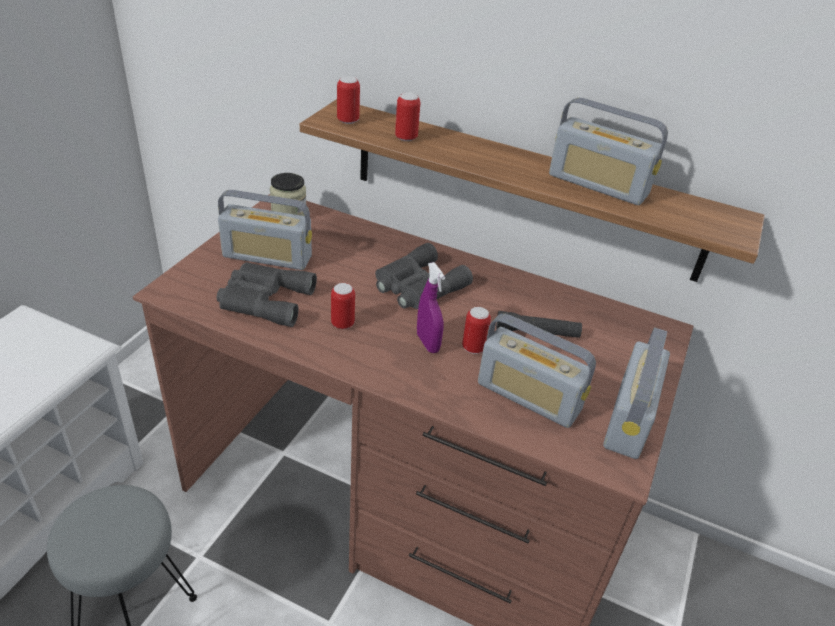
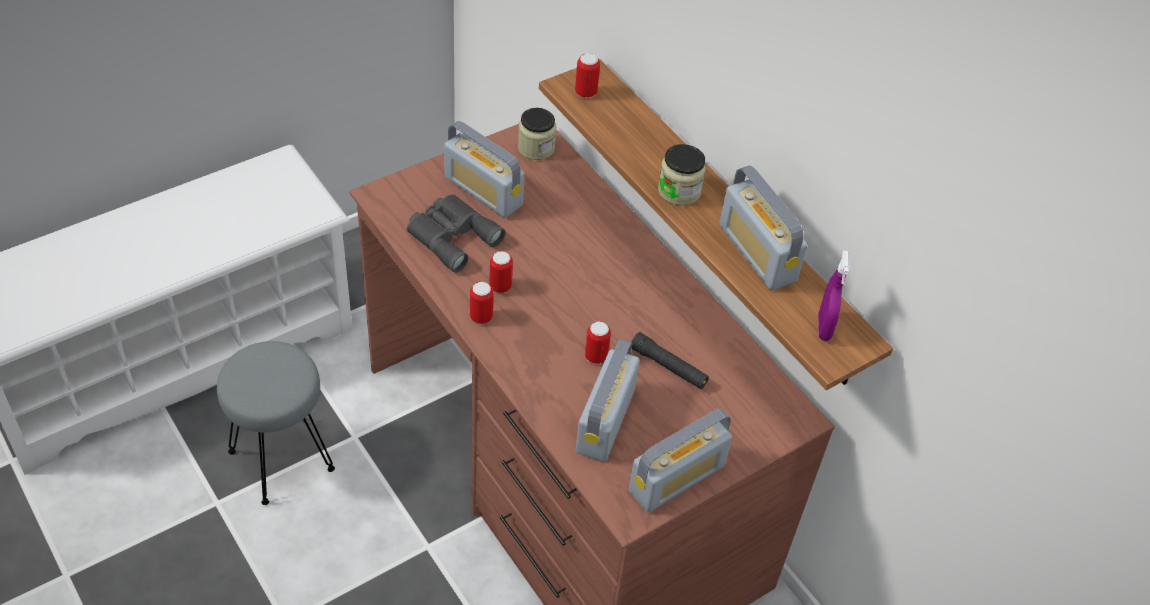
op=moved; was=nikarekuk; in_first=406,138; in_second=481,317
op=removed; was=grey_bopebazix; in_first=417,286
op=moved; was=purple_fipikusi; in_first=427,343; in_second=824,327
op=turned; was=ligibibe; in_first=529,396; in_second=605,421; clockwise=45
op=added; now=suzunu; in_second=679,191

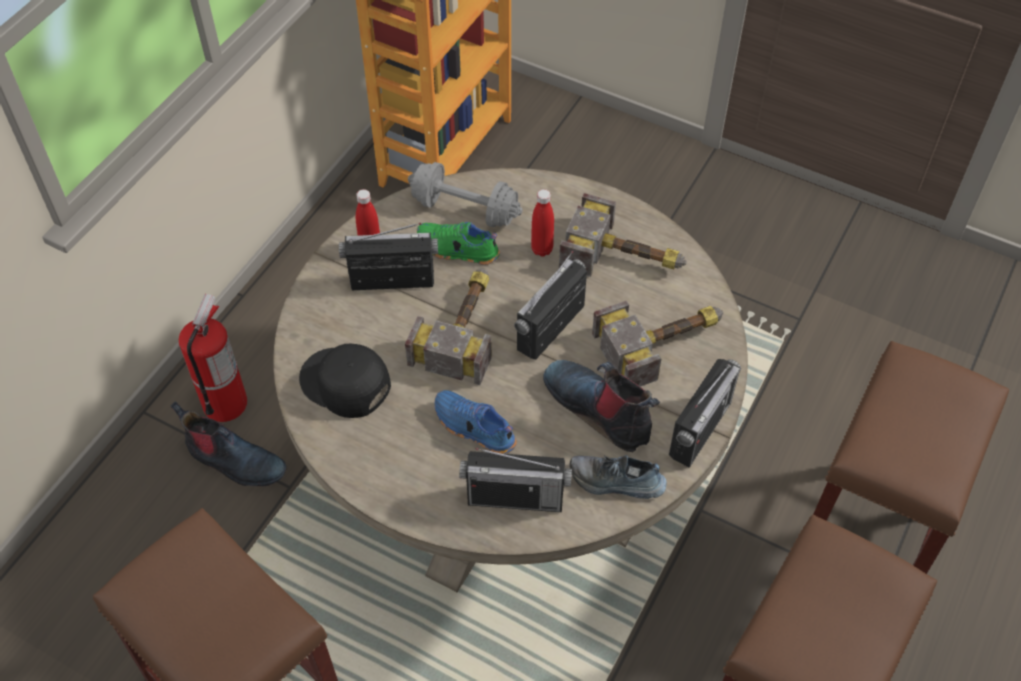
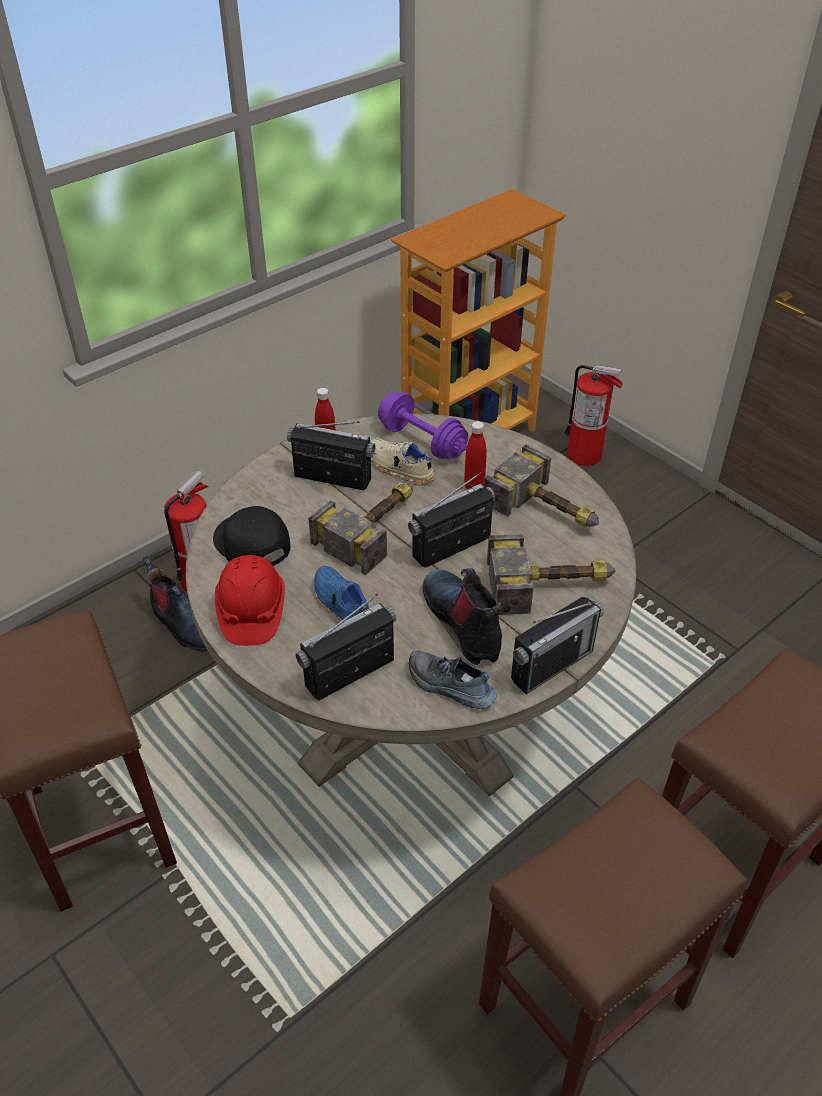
op=recoloured; was=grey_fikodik; now=purple_fikodik; in_first=465,209; in_second=422,441
op=recoloured; was=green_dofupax; now=beige_dofupax; in_first=457,250; in_second=399,469
op=turned; was=ligibibe; in_first=515,498; in_second=350,673; clockwise=120
op=added; now=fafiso; in_second=585,455
op=added; now=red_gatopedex; in_second=251,612

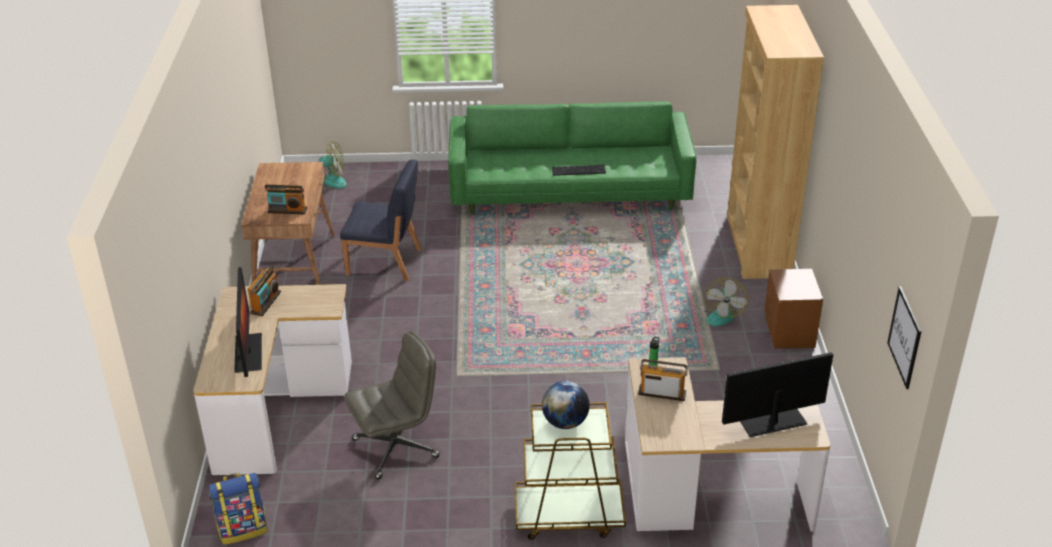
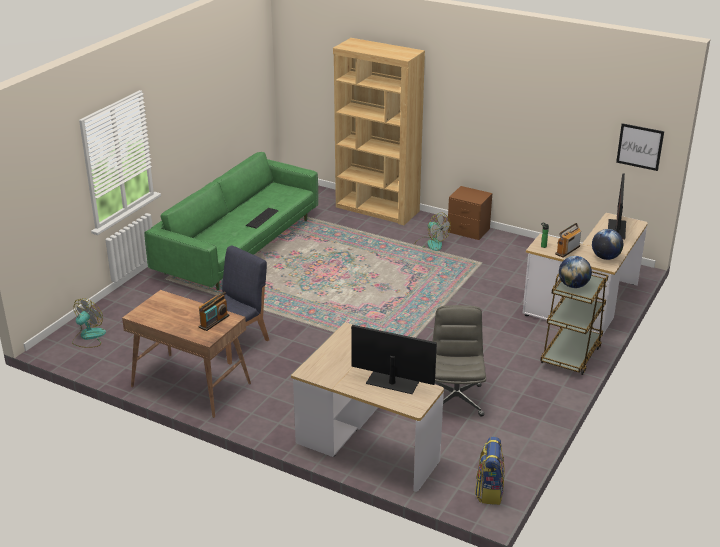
op=removed; was=ligibibe; in_first=266,303
op=added; now=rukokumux; in_second=605,257

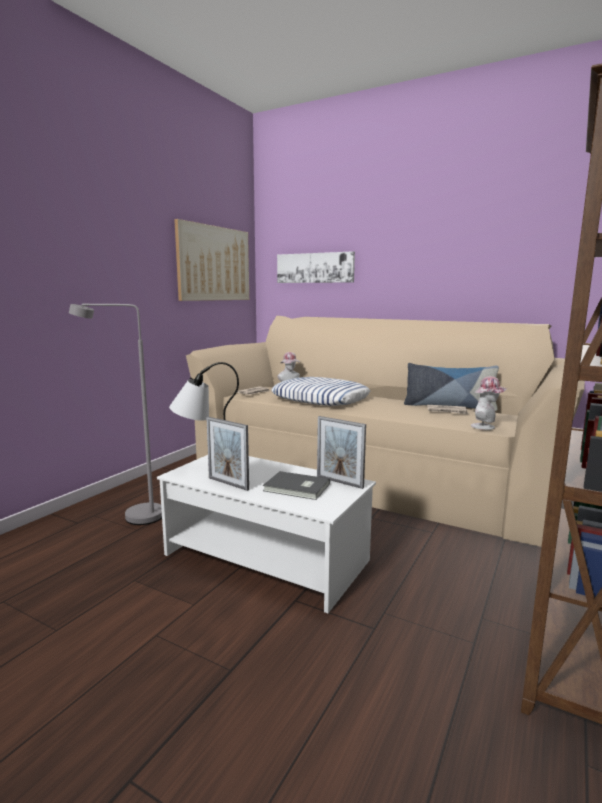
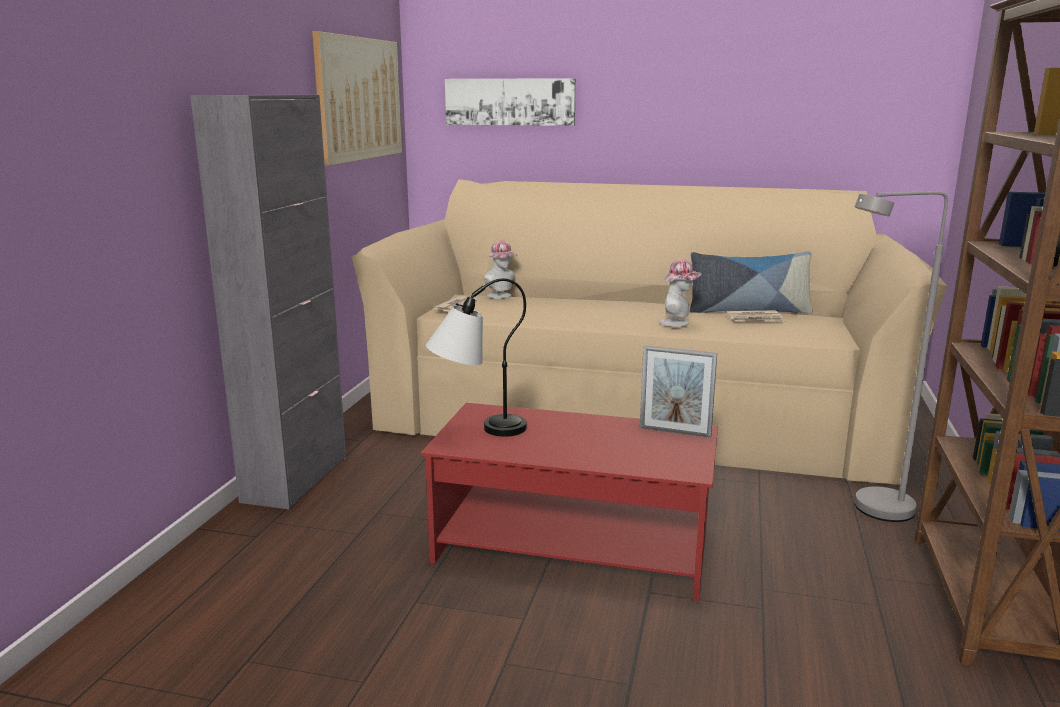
op=moved; was=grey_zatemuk; in_first=133,517; in_second=872,511
op=moved; was=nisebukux; in_first=486,427; in_second=678,323
op=removed; was=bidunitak; in_first=320,399
op=removed; was=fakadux; in_first=228,483
op=recoloured; was=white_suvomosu; now=red_suvomosu; in_first=267,558; in_second=574,545
op=removed; was=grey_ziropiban; in_first=297,488
op=added; now=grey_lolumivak; in_second=296,479

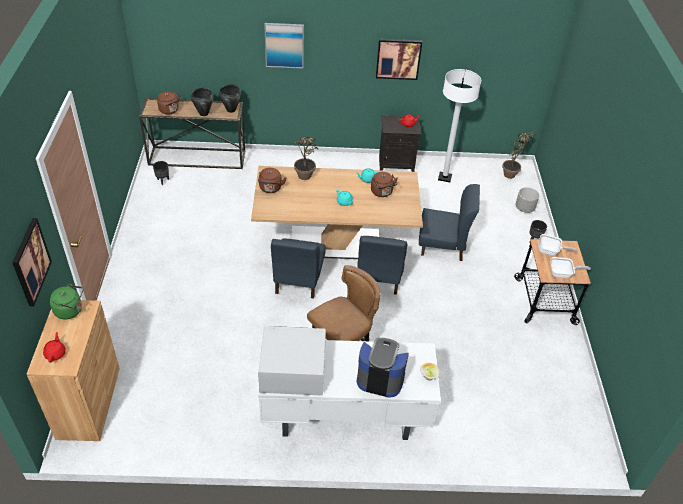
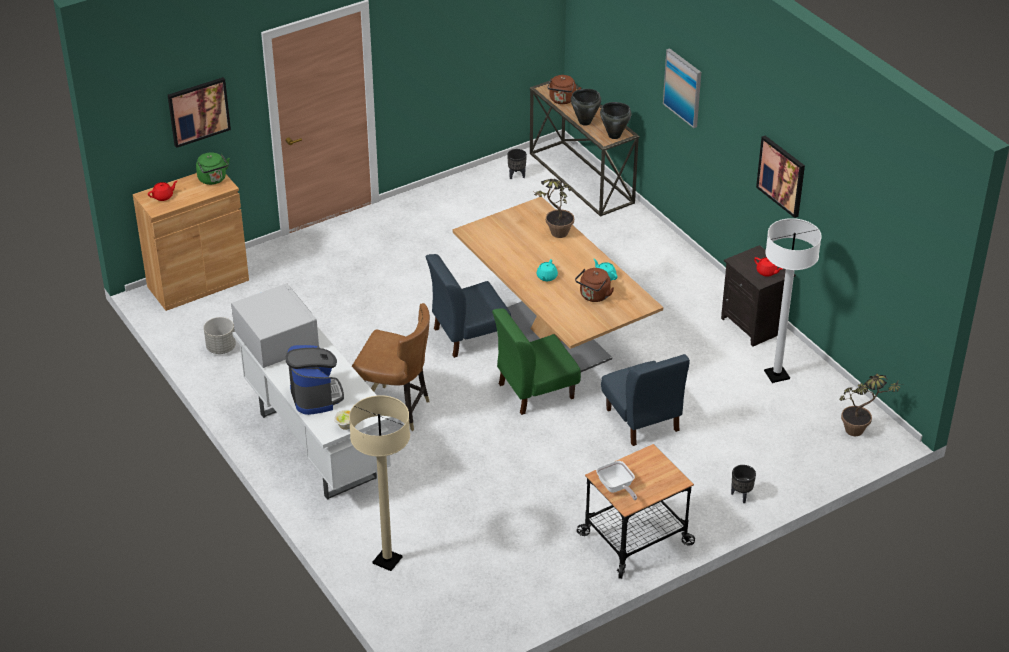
op=removed; was=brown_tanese; in_first=270,189
op=moved; was=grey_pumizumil; in_first=524,208; in_second=221,348
op=removed; was=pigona; in_first=550,252
op=recoloured; was=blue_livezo; now=green_livezo; in_first=379,277; in_second=535,390
op=added; now=beige_zatemuk; in_second=387,560

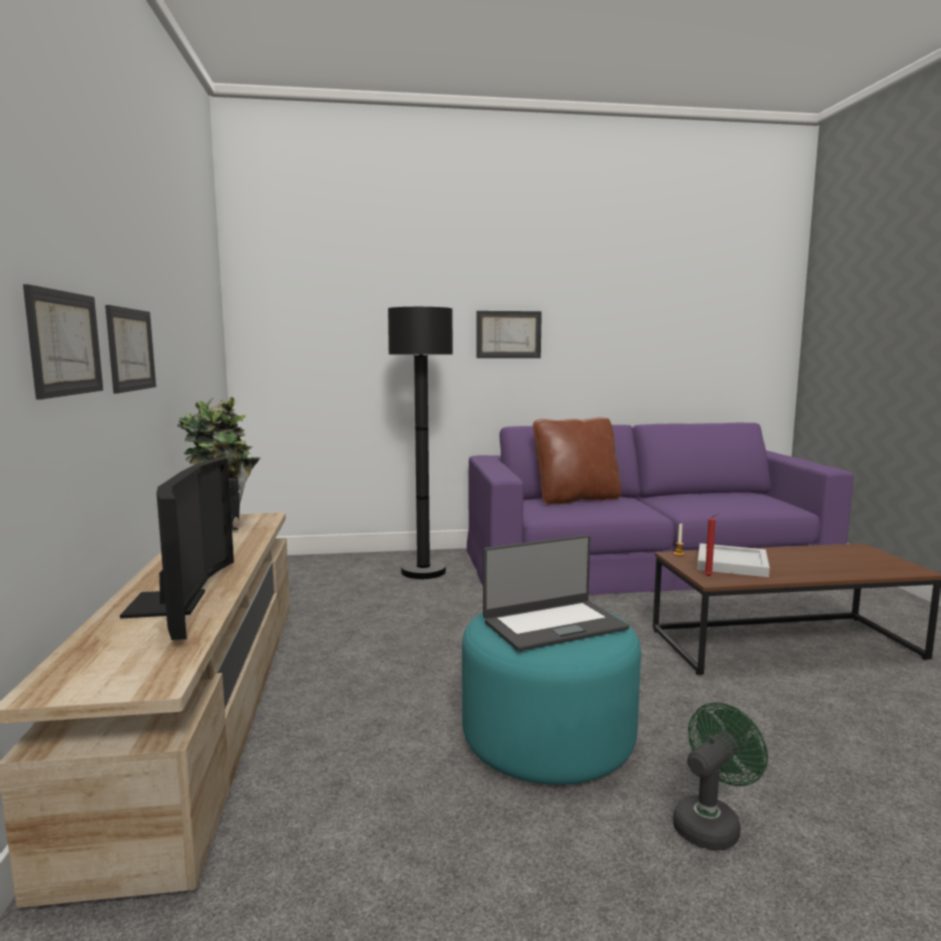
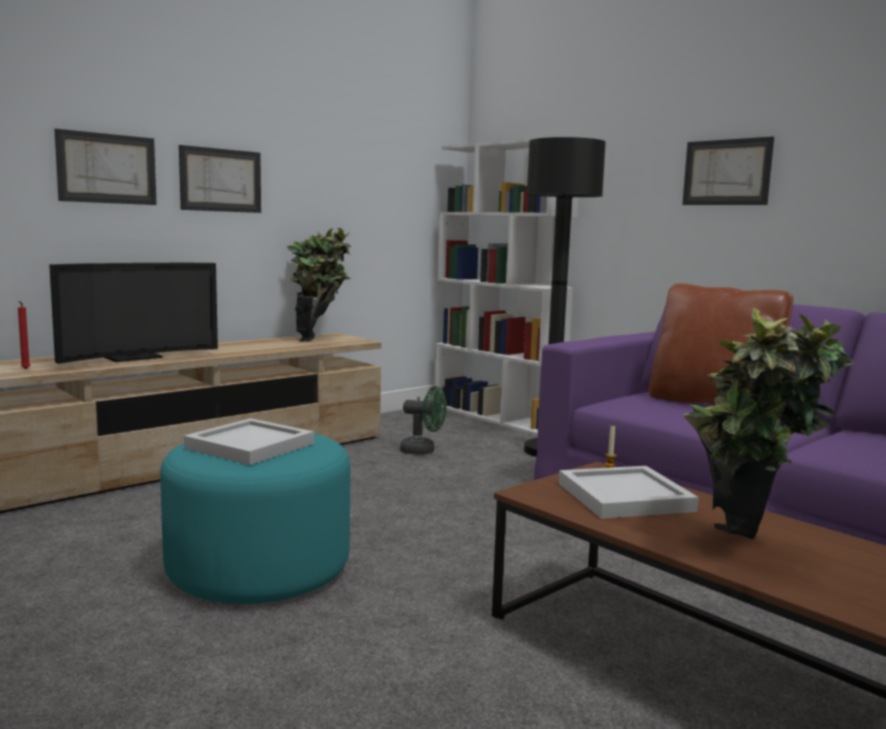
op=moved; was=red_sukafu; in_first=709,576; in_second=25,369
op=replaced; was=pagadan; now=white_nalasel; in_first=553,625; in_second=252,446
op=moved; was=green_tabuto; in_first=711,823; in_second=423,451
op=added; now=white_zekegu; in_second=497,417
op=added; now=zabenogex; in_second=747,551

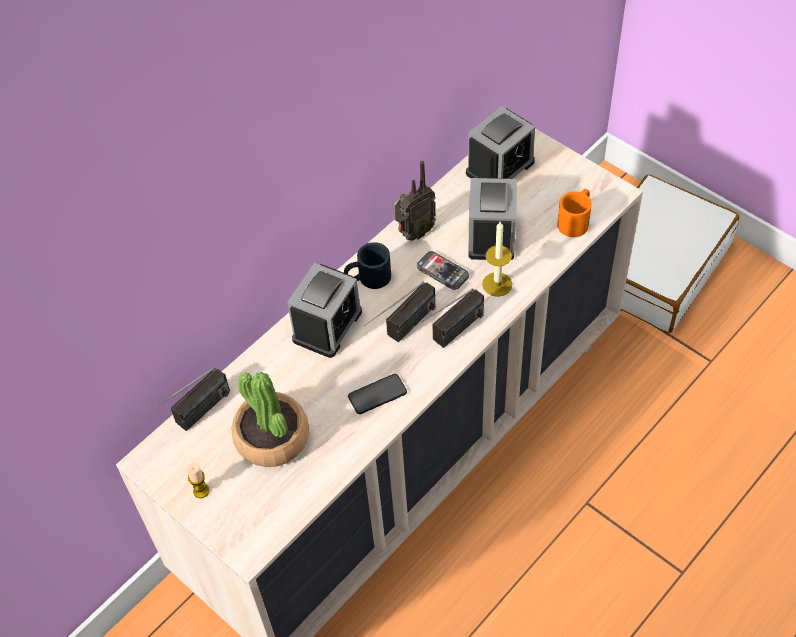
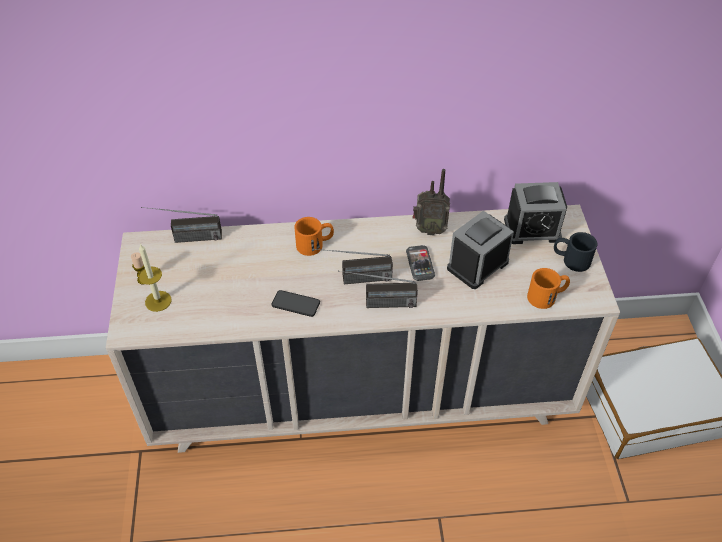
op=moved; was=sukafu; in_first=497,284; in_second=158,301
op=moved; was=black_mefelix; in_first=368,278; in_second=570,259
op=replaced; was=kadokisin; now=orange_mefelix; in_first=327,326; in_second=315,244
op=removed; was=zabenogex; in_first=272,438

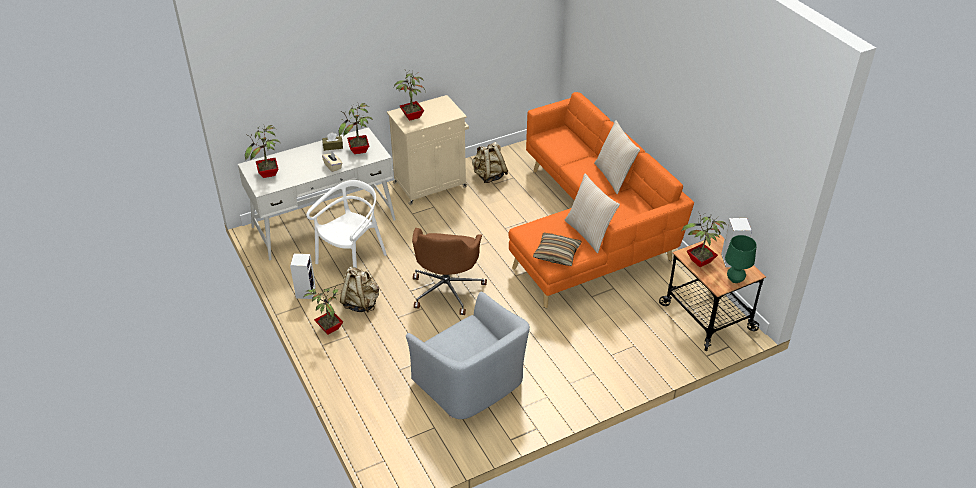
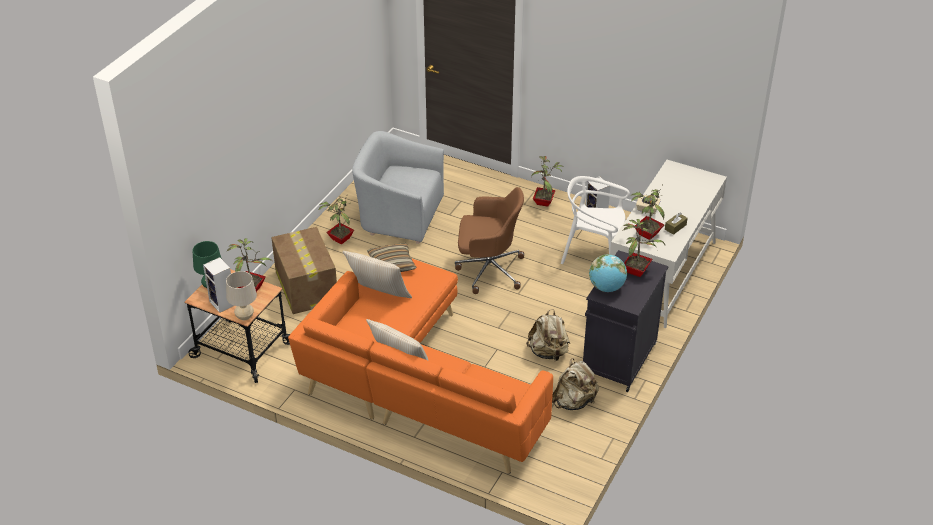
op=recoloured; was=beige_lolumivak; now=black_lolumivak; in_first=431,185; in_second=618,361
op=moved; was=zabenogex; in_first=268,174; in_second=340,239
op=turned; was=white_livezo; in_first=352,261; in_second=593,255; clockwise=105
op=turned; was=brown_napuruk; in_first=447,289; in_second=488,269; clockwise=120
op=moved; was=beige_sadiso; in_first=361,303; in_second=548,352
op=added; now=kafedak; in_second=306,286
op=added; now=rukokumux; in_second=606,287
op=added; now=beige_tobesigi; in_second=244,317

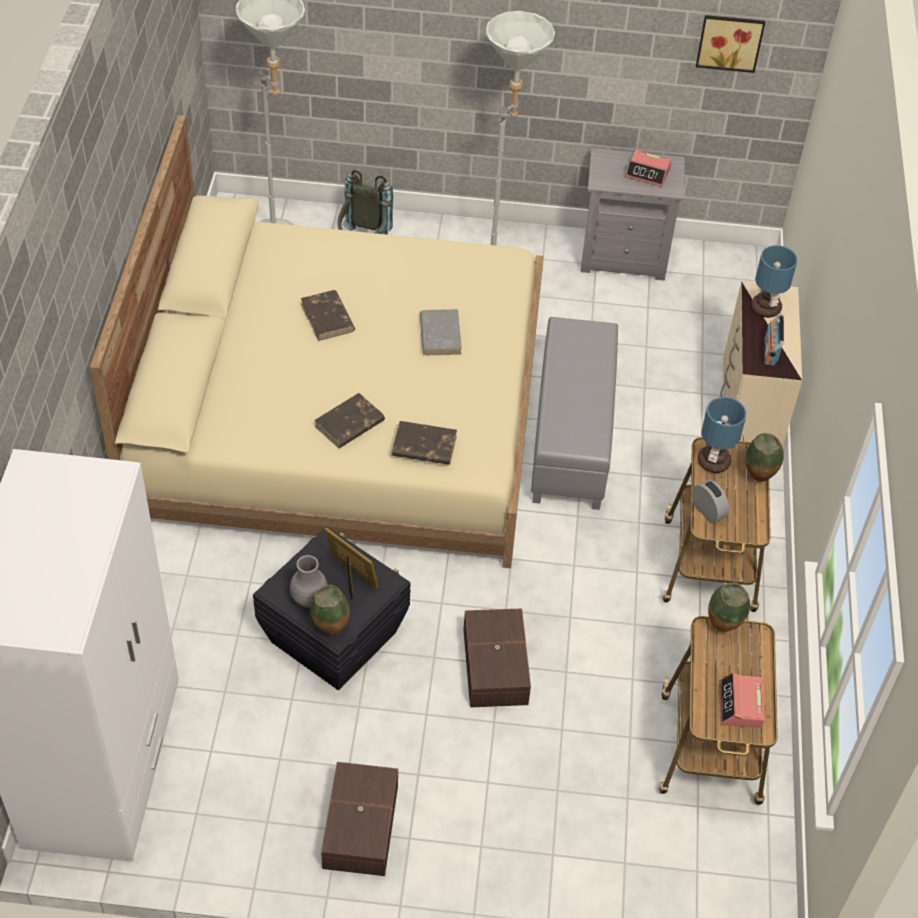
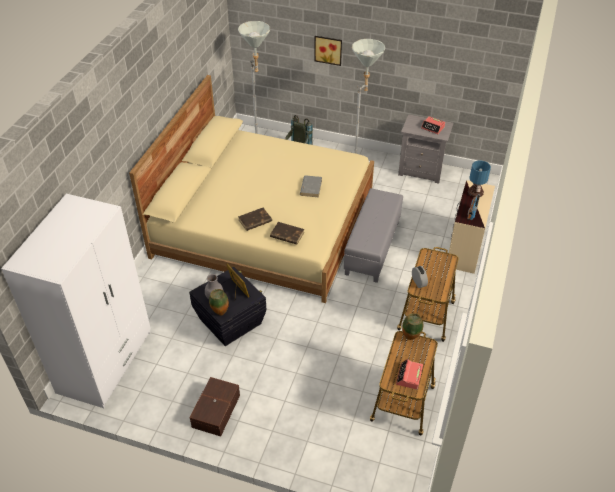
op=moved; was=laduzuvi; in_first=729,41; in_second=328,49
op=removed; was=brown_ziropiban; in_first=328,318
op=removed; was=tobesigi; in_first=713,461
op=removed; was=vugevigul; in_first=758,479
op=removed; was=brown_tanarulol; in_first=493,667

